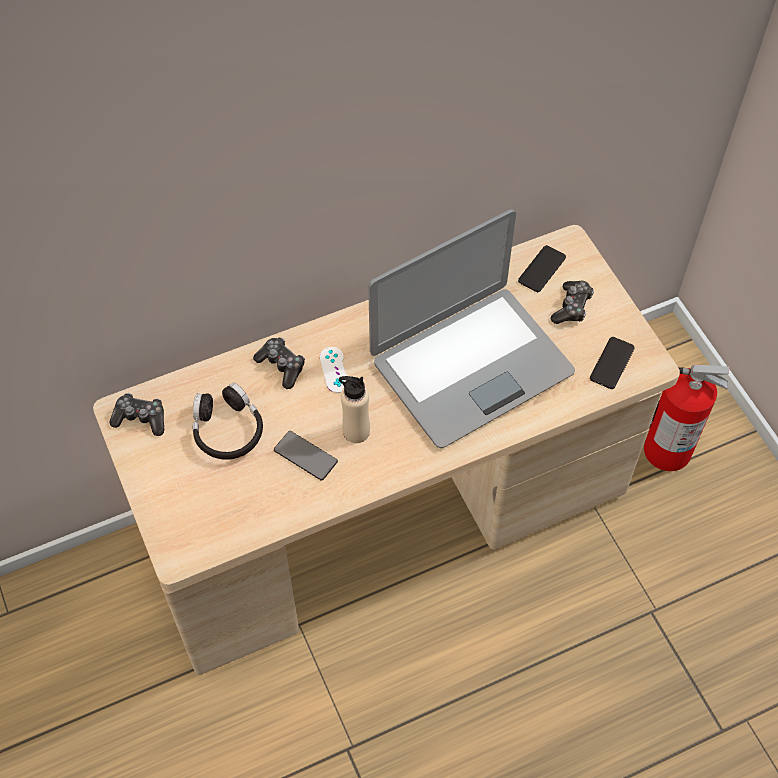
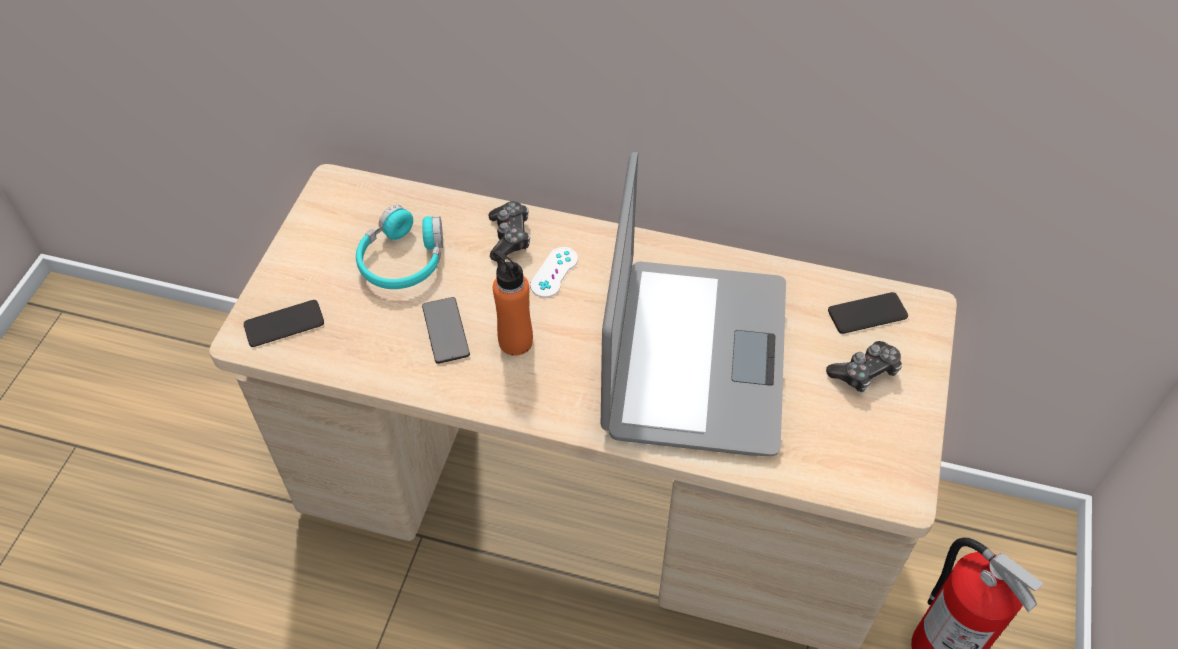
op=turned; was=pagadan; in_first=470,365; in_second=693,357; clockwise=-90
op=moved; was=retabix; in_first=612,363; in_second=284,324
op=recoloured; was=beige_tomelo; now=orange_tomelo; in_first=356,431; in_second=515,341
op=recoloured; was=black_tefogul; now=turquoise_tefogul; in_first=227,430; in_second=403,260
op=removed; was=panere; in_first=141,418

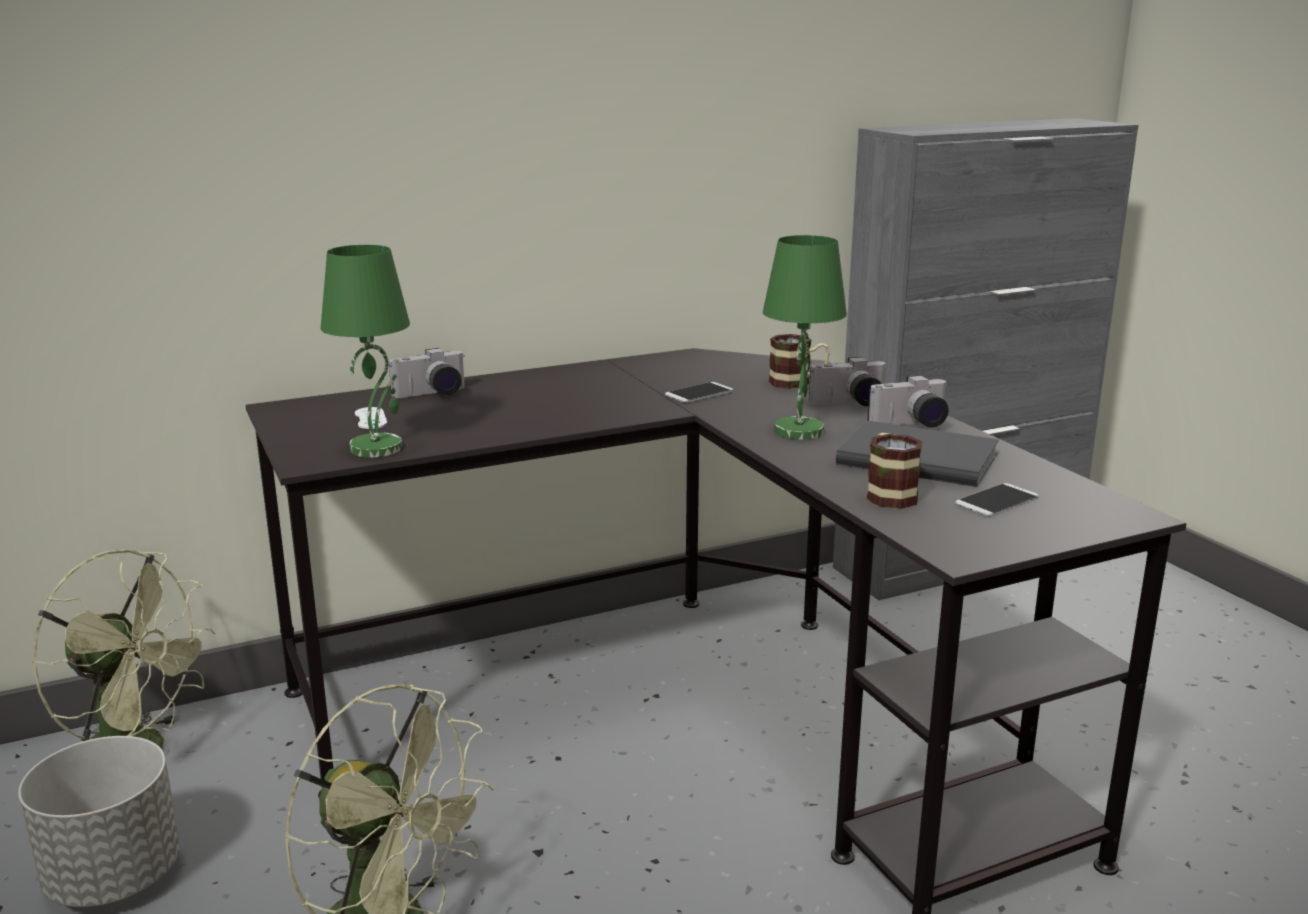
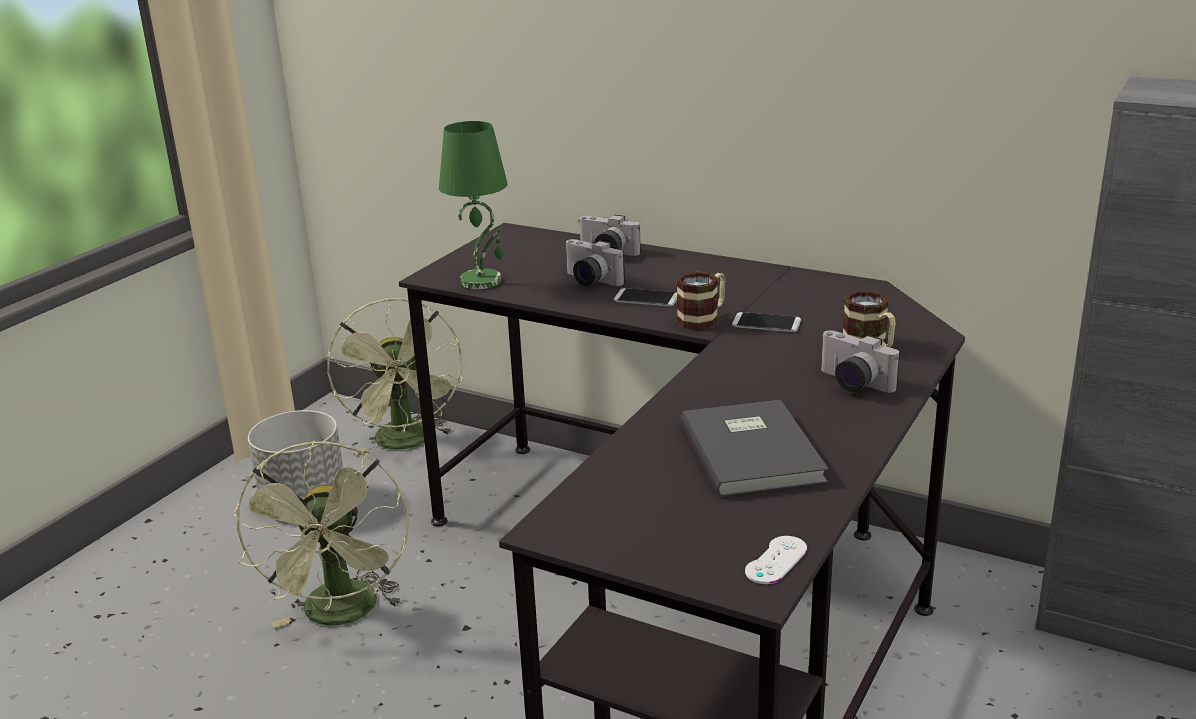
op=removed; was=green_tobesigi; in_first=798,430
op=moved; was=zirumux; in_first=911,425; in_second=589,281
op=moved; was=white_panere; in_first=370,418; in_second=776,560
op=moved; was=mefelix; in_first=888,493; in_second=703,319
op=moved; was=retabix; in_first=997,501; in_second=646,298

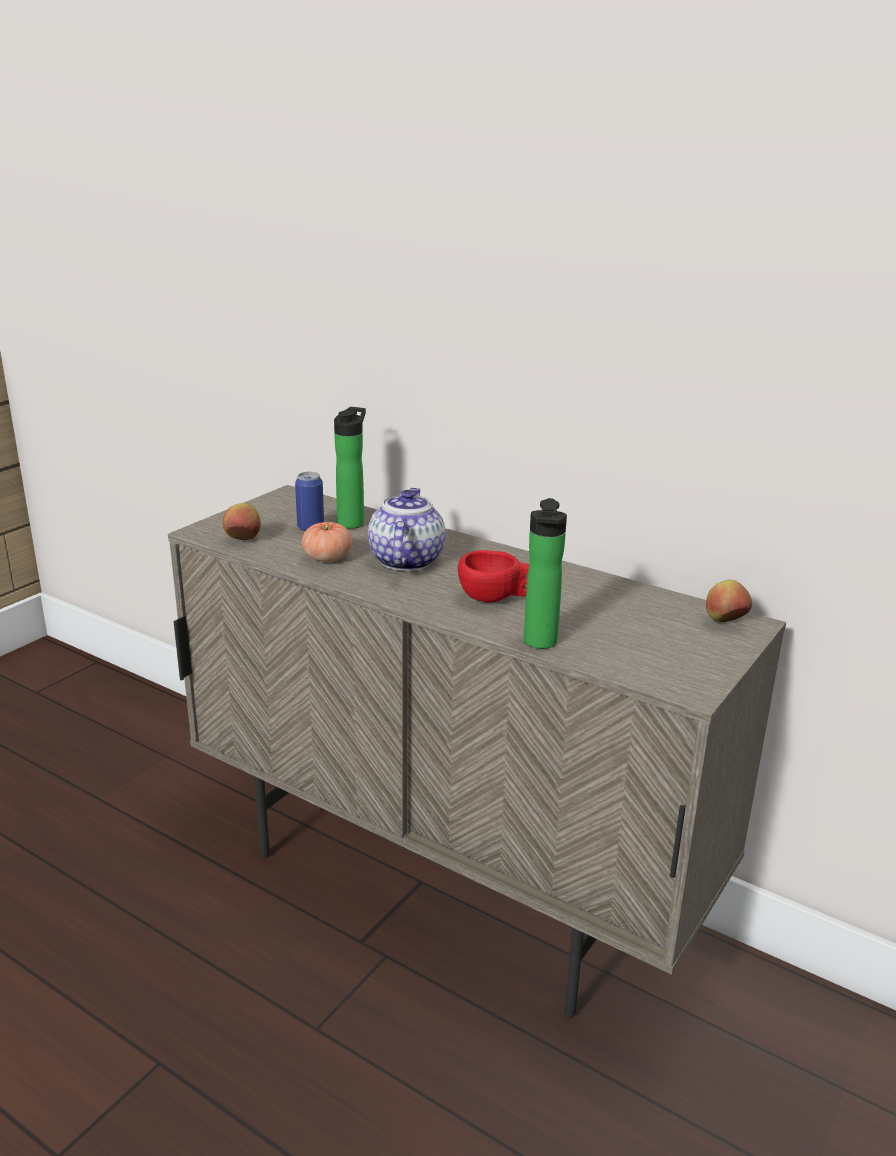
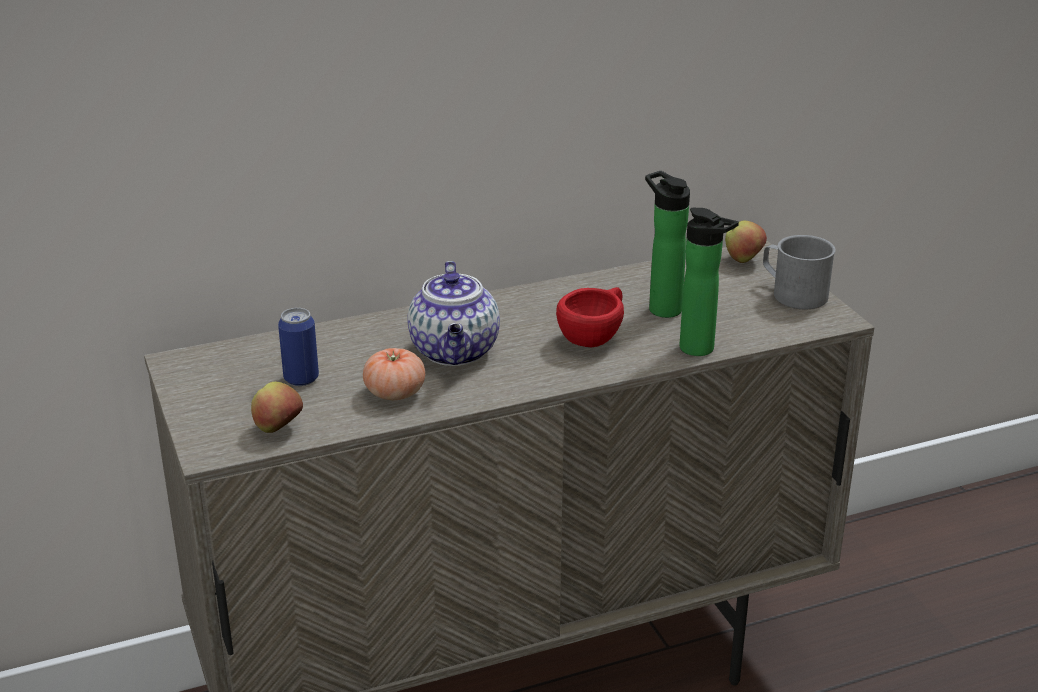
op=moved; was=tomelo; in_first=352,522; in_second=661,308
op=turned; was=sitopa; in_first=405,560; in_second=455,352; clockwise=-135
op=added; now=grey_mefelix; in_second=792,293

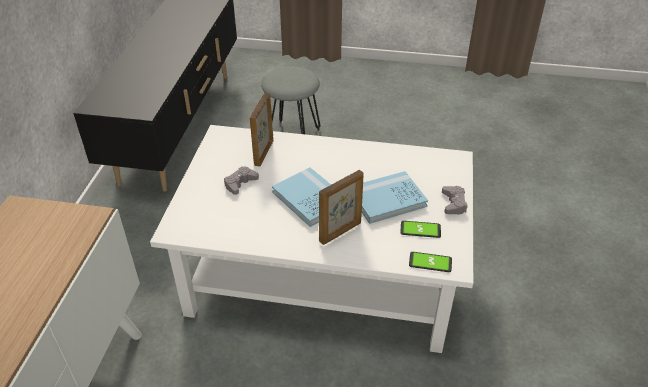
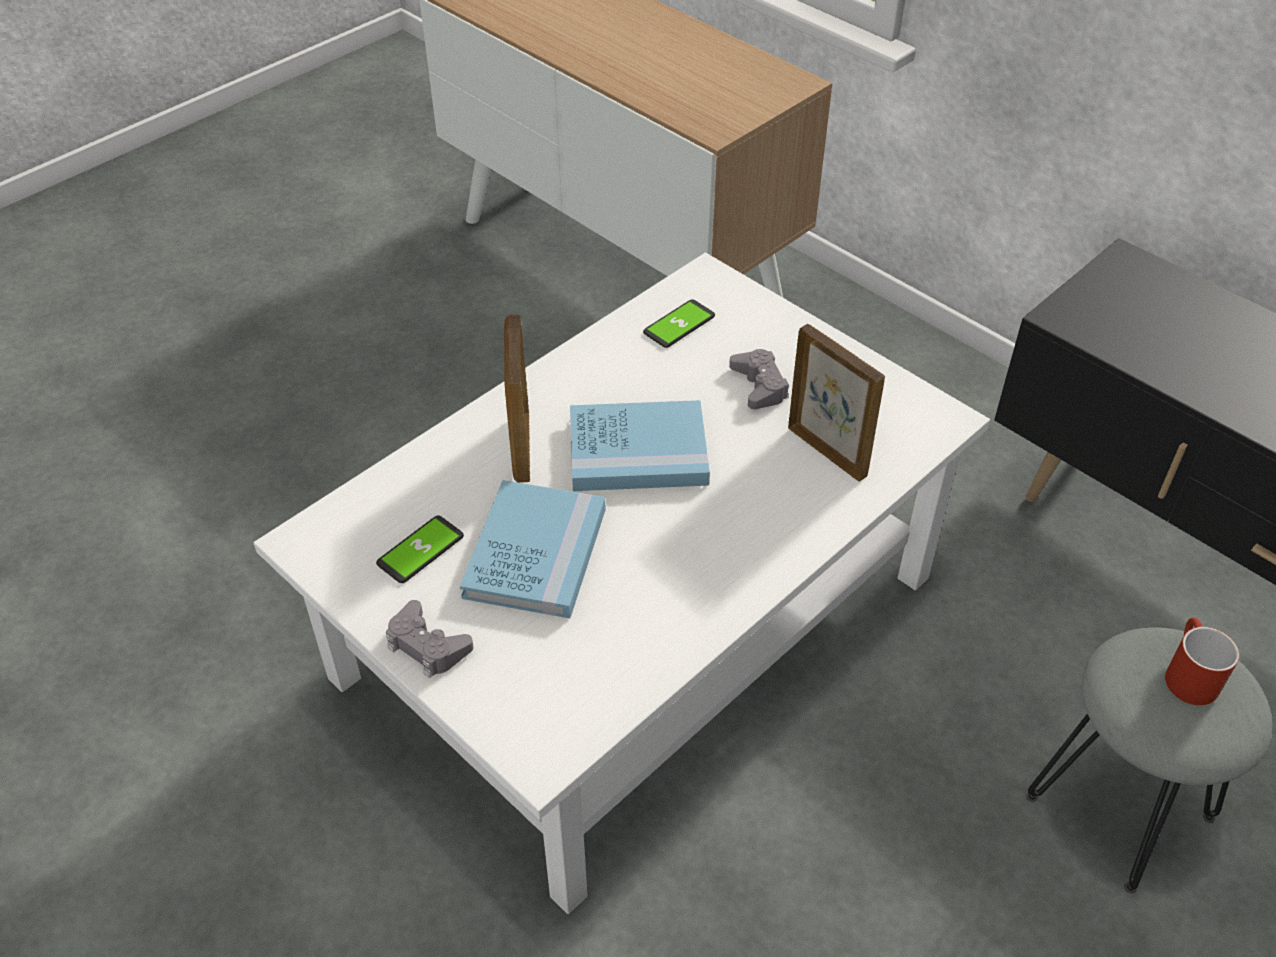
op=moved; was=retabix; in_first=430,262; in_second=679,325
op=added; now=red_mefelix; in_second=1186,674

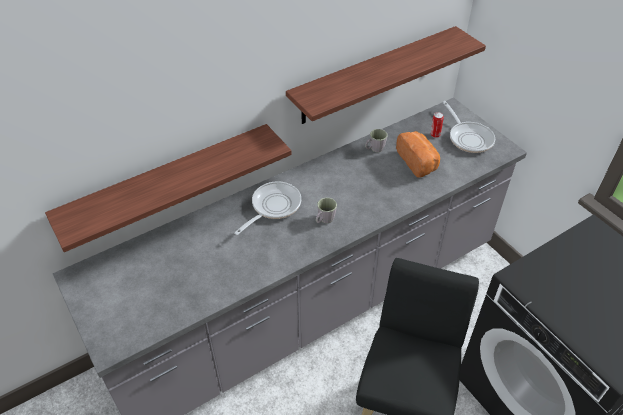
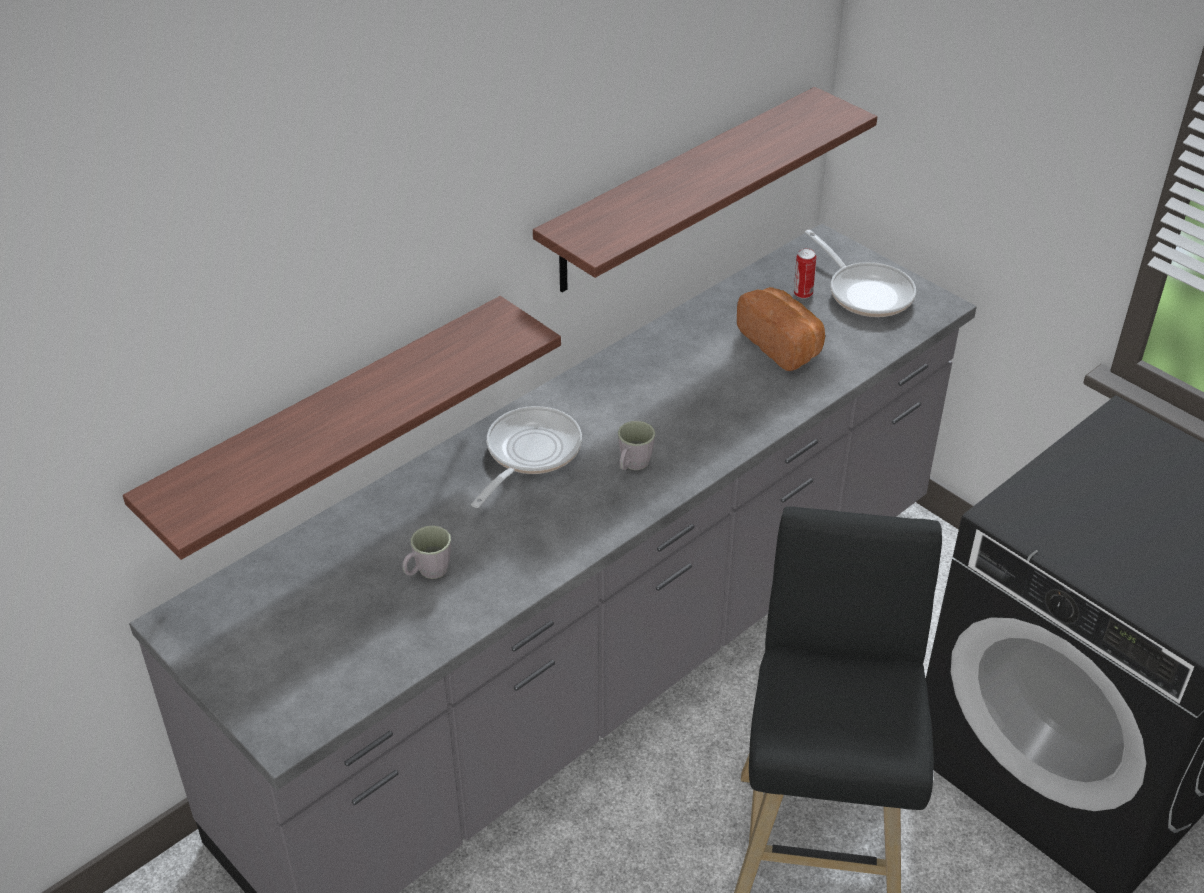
op=moved; was=grey_mefelix; in_first=374,149; in_second=427,572

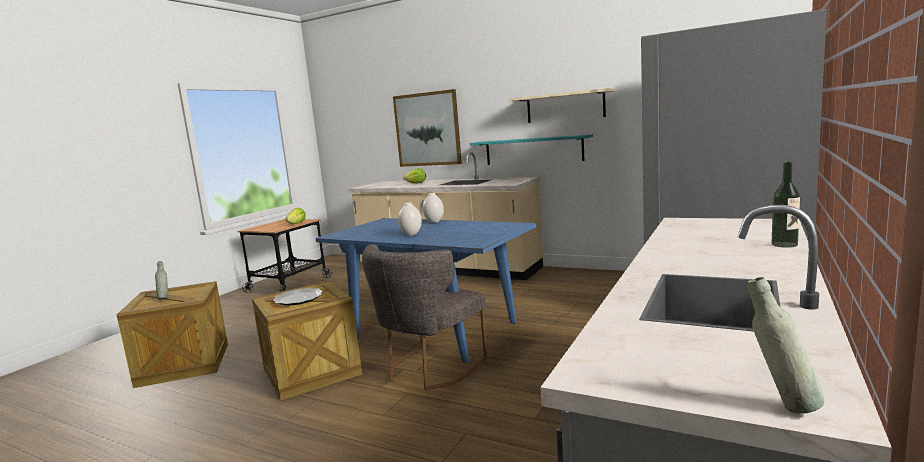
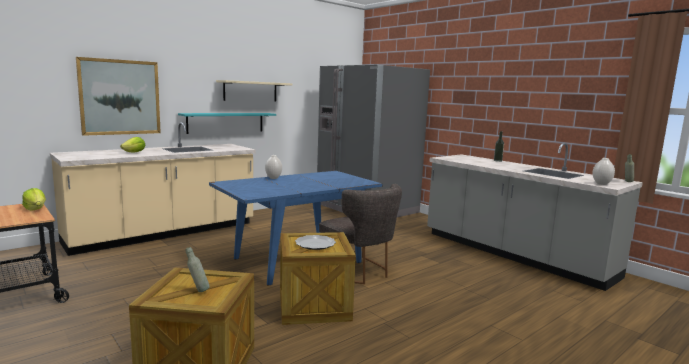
op=moved; was=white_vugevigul; in_first=410,234; in_second=601,184

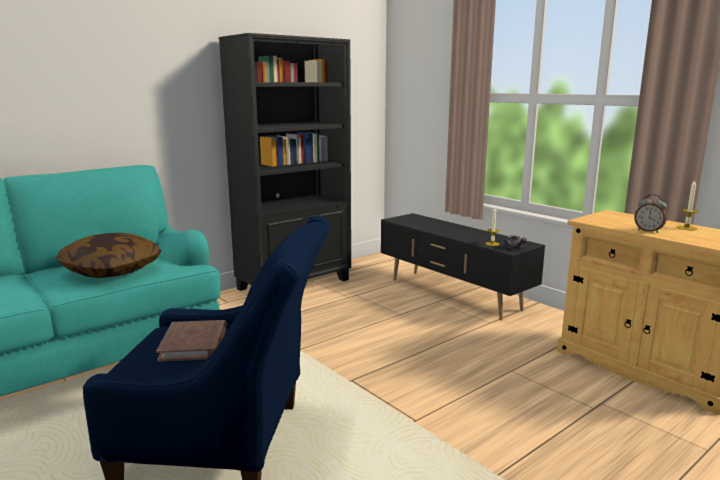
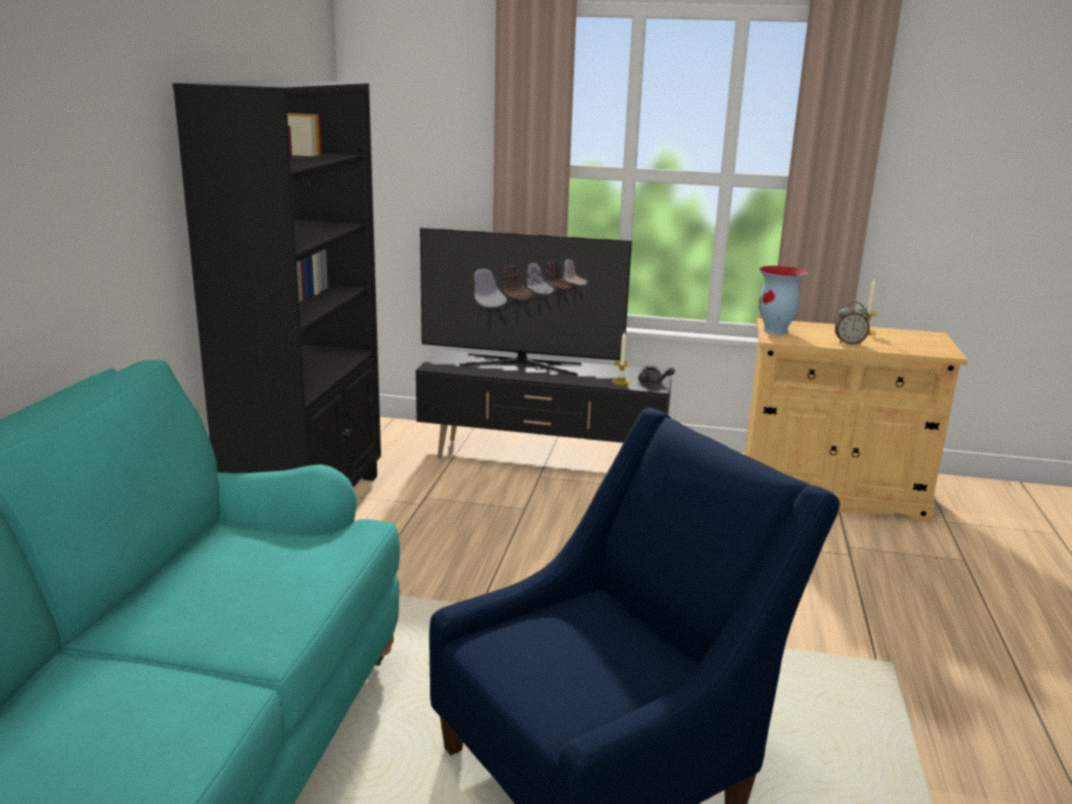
op=removed; was=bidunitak; in_first=112,270
op=removed; was=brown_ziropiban; in_first=194,344
op=added; now=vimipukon; in_second=520,364
op=added; now=vugevigul; in_second=776,331

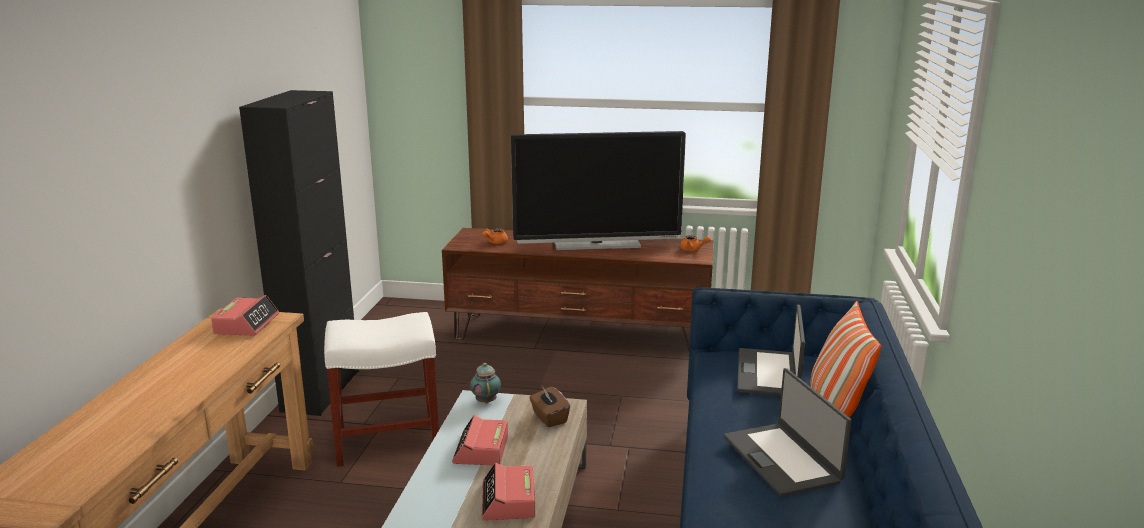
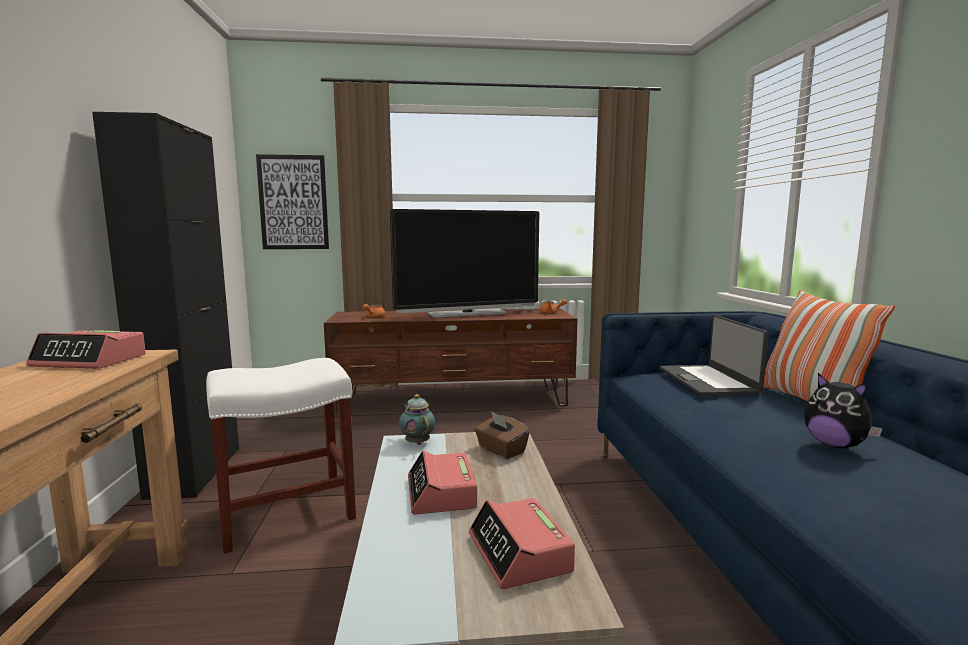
op=turned; was=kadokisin; in_first=246,324; in_second=90,361; clockwise=105
op=replaced; was=pagadan; now=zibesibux; in_first=782,459; in_second=835,445
op=added; now=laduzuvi; in_second=293,202

